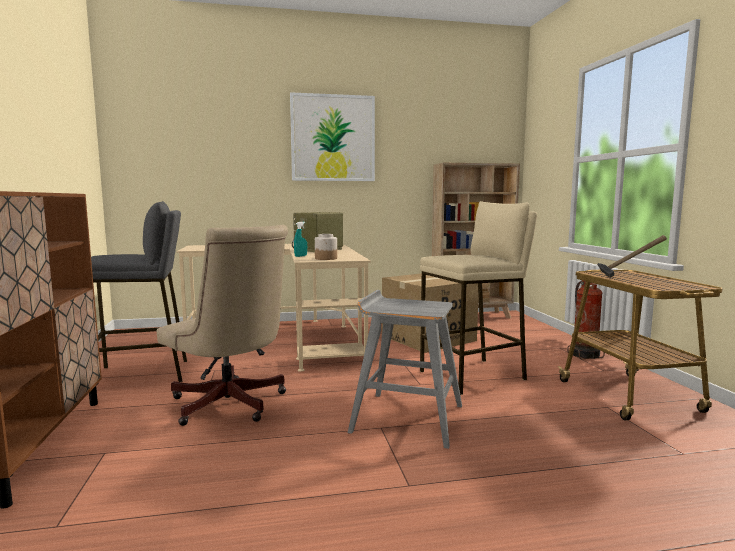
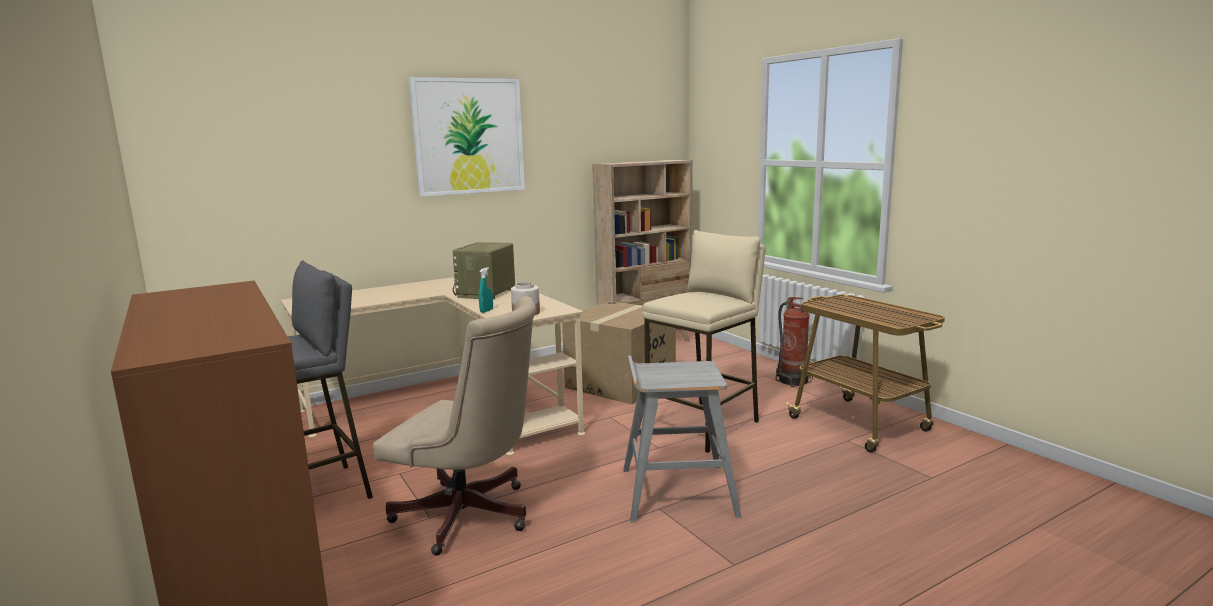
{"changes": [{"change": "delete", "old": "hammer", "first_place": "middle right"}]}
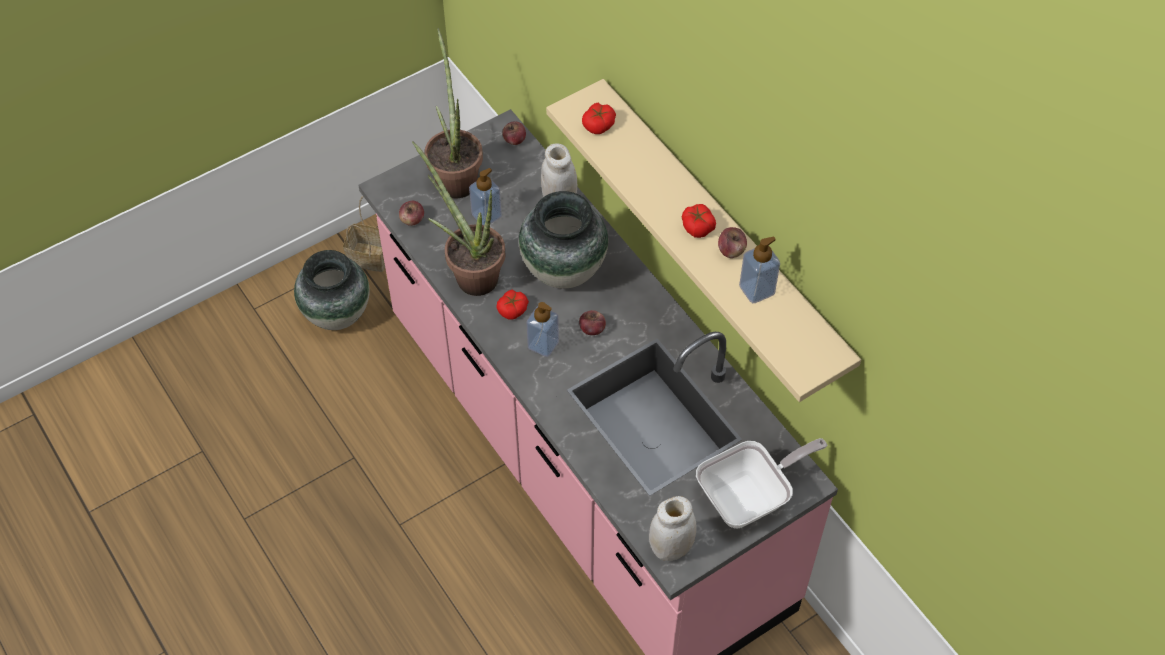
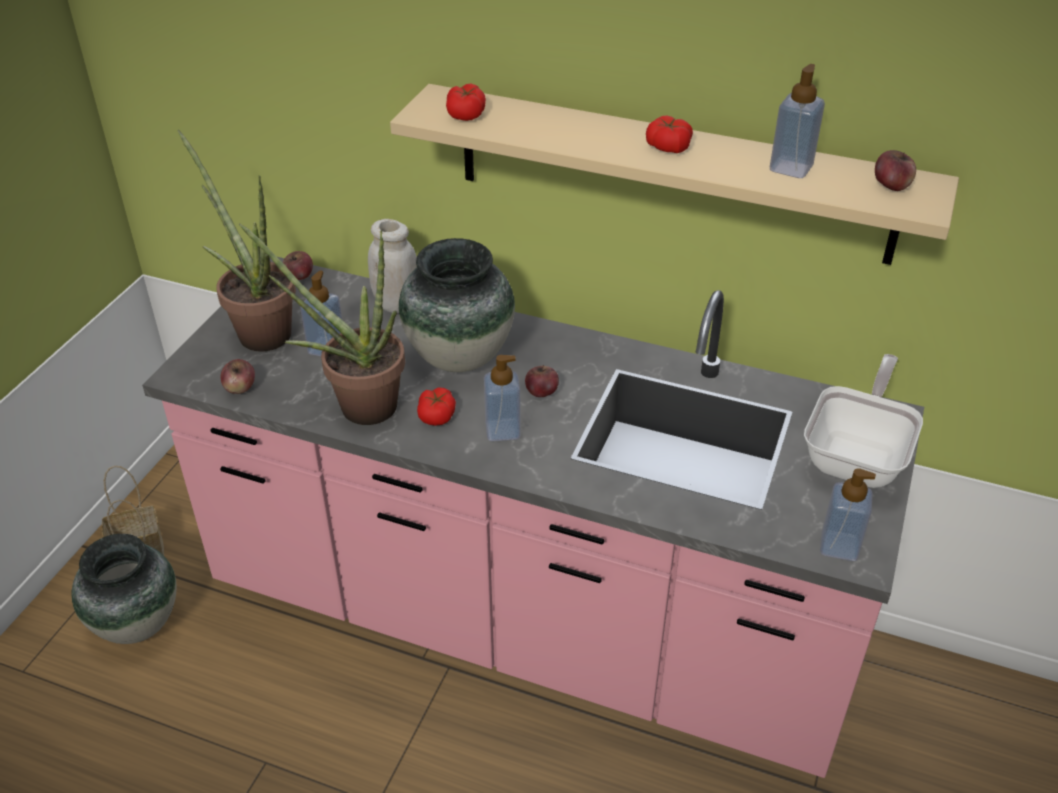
{"changes": [{"change": "move", "old": "apple (4th from left)", "first_place": "centre", "second_place": "top right"}, {"change": "replace", "old": "white-coloured storage jar (2nd from left)", "new": "soap dispenser (4th from left)", "first_place": "bottom centre", "second_place": "middle right"}]}
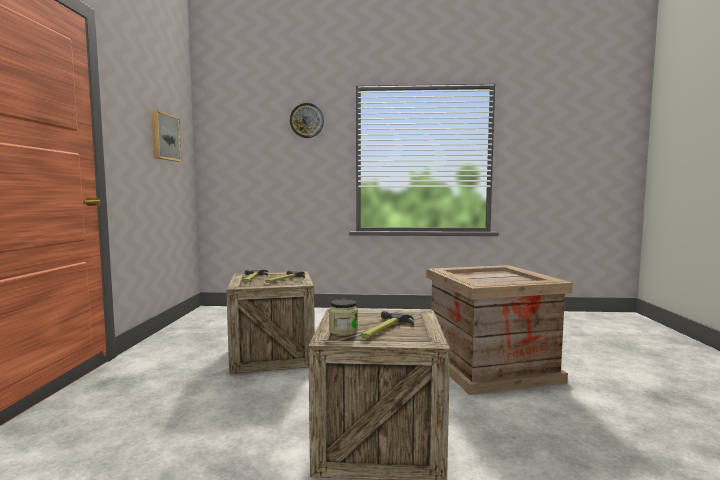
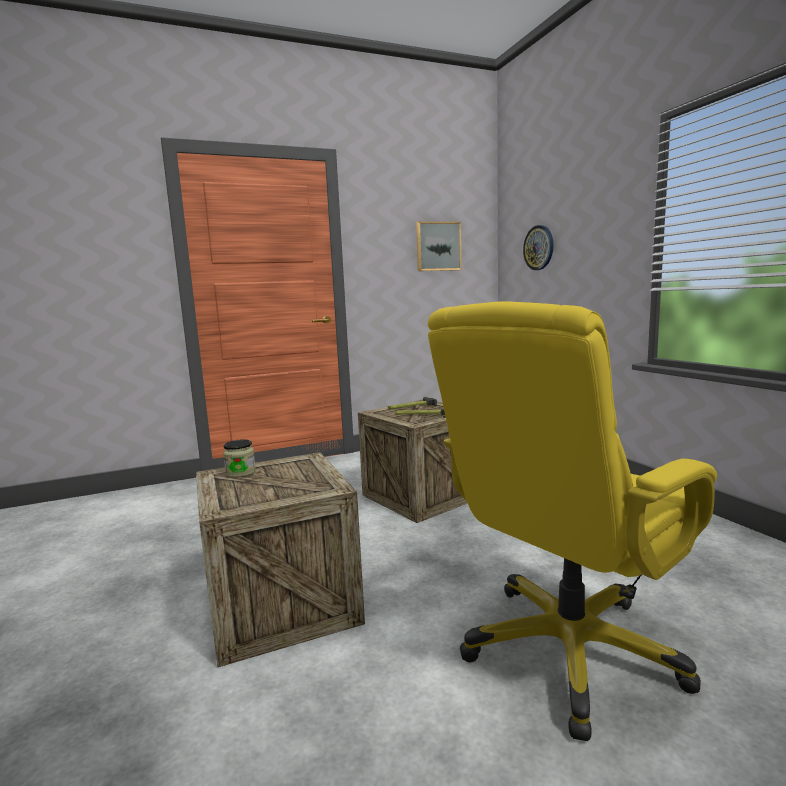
{"changes": [{"change": "move", "old": "clock on the wall", "first_place": "top centre", "second_place": "top right"}, {"change": "replace", "old": "shipping crate (3rd from left)", "new": "yellow office chair", "first_place": "bottom right", "second_place": "middle right"}, {"change": "delete", "old": "hammer (3rd from left)", "first_place": "bottom centre"}]}
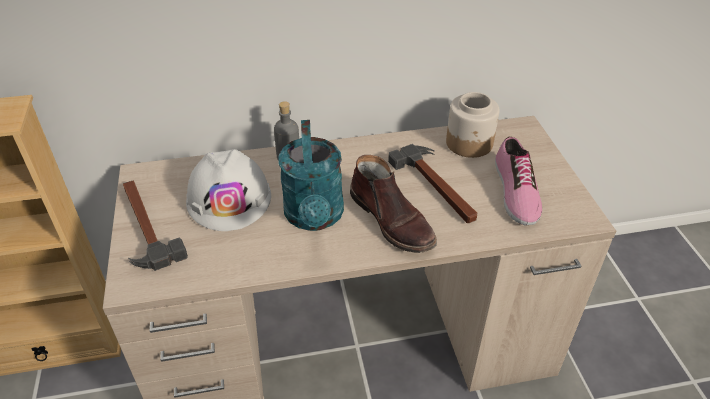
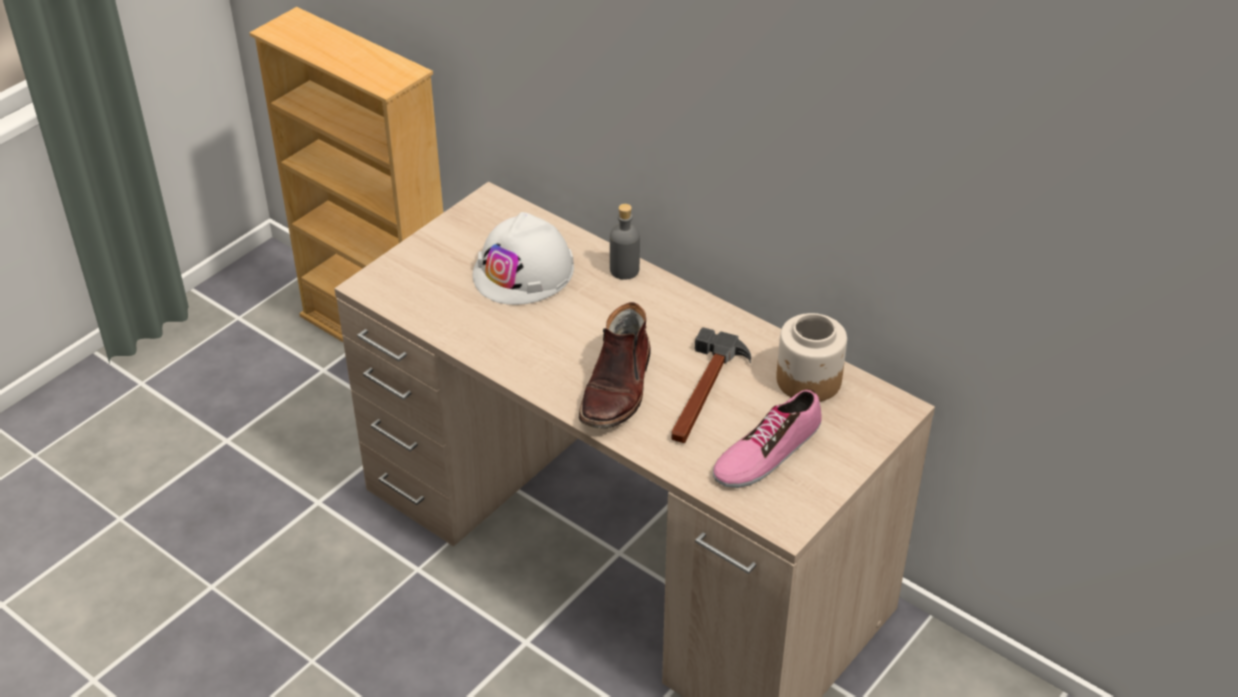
{"changes": [{"change": "delete", "old": "turquoise sprinkling can", "first_place": "centre"}, {"change": "delete", "old": "hammer (1st from left)", "first_place": "middle left"}]}
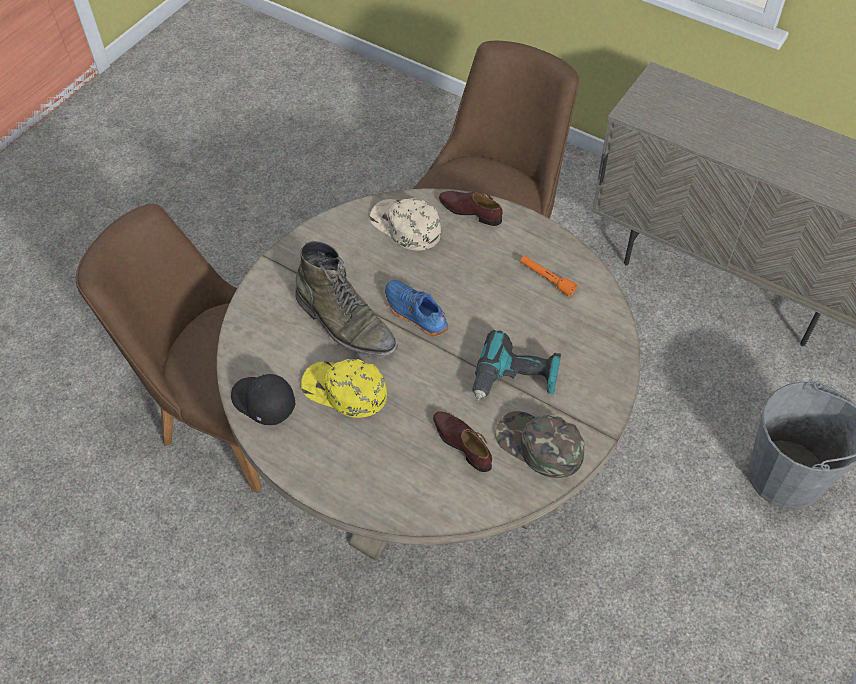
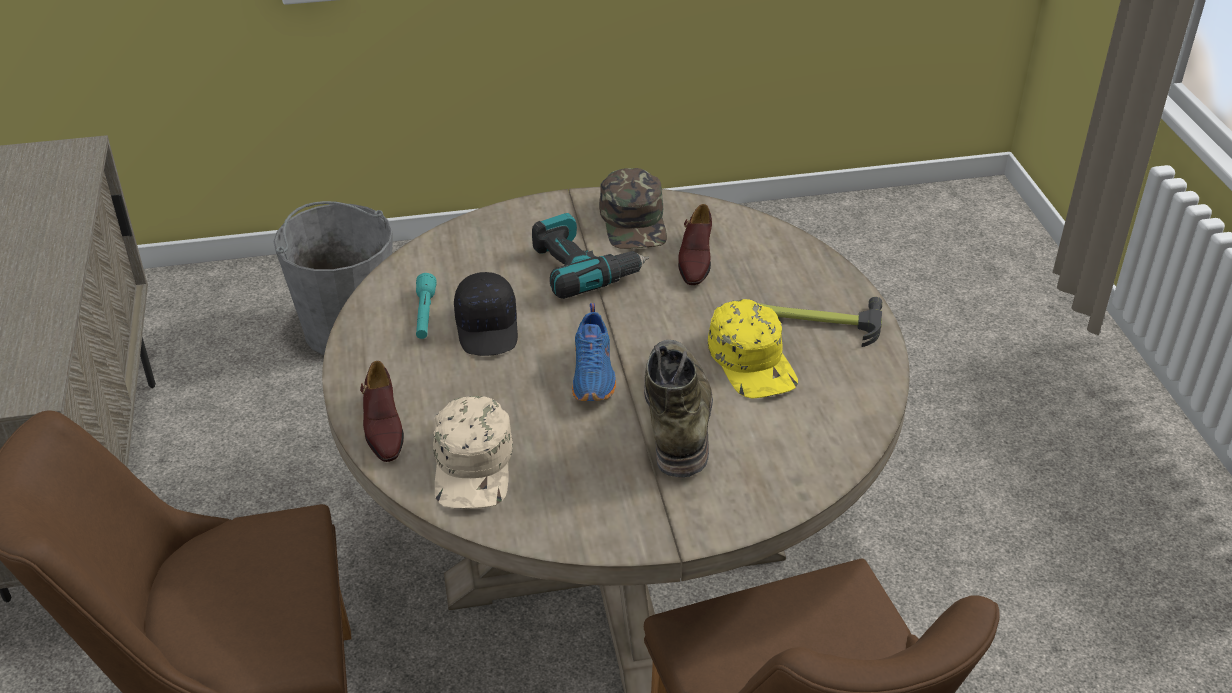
{"changes": [{"change": "recolor", "old": "orangey flashlight", "new": "turquoise flashlight", "first_place": "centre", "second_place": "centre"}, {"change": "move", "old": "black baseball cap", "first_place": "middle left", "second_place": "centre"}, {"change": "insert", "new": "hammer", "second_place": "centre"}]}
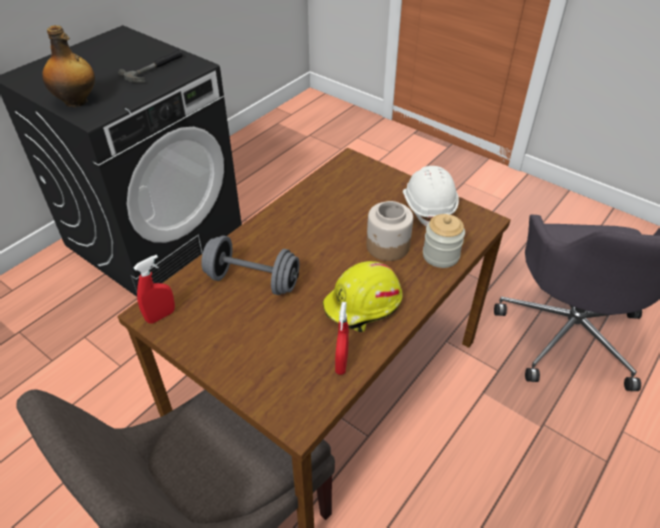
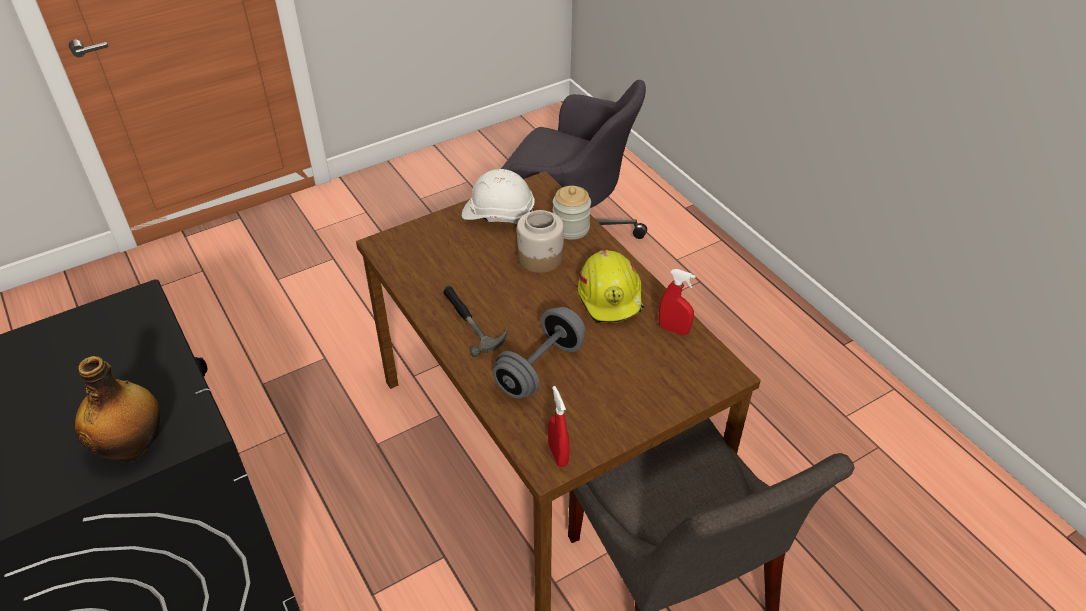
{"changes": [{"change": "move", "old": "hammer", "first_place": "top left", "second_place": "centre"}]}
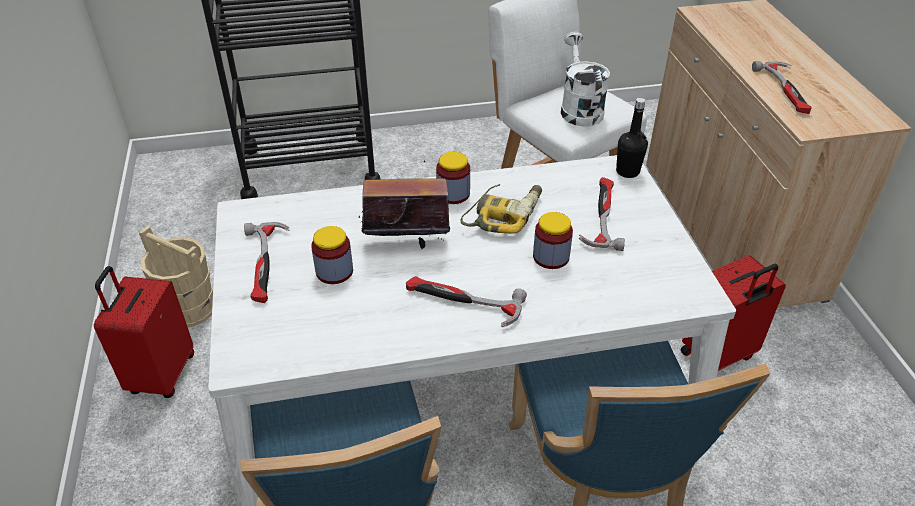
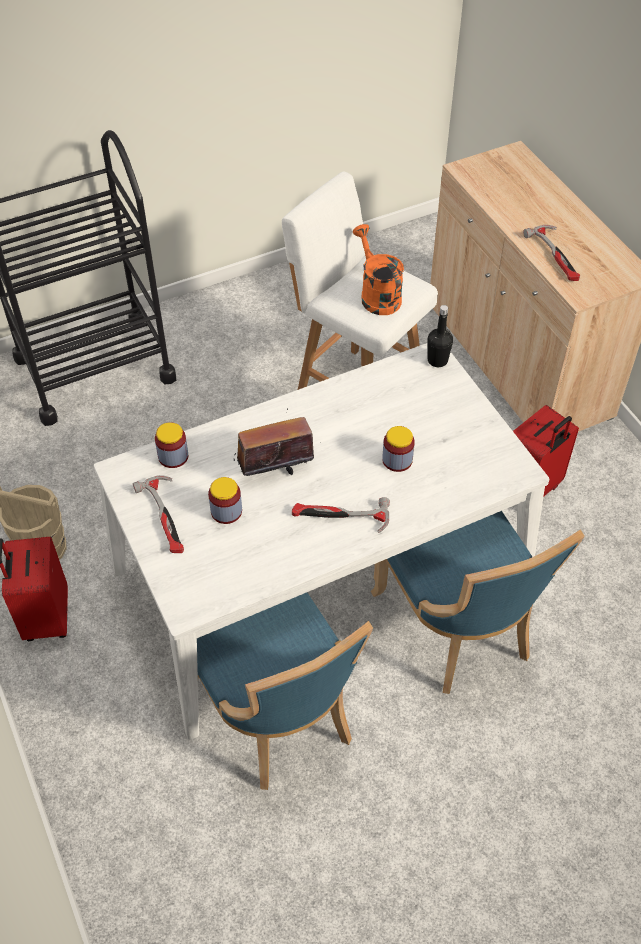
{"changes": [{"change": "recolor", "old": "white-coloured sprinkling can", "new": "orangey sprinkling can", "first_place": "top centre", "second_place": "top centre"}, {"change": "move", "old": "storage jar (2nd from left in the first image)", "new": "storage jar (1st from left)", "first_place": "centre", "second_place": "middle left"}, {"change": "delete", "old": "hammer (3rd from left)", "first_place": "centre"}, {"change": "delete", "old": "drill", "first_place": "centre"}]}
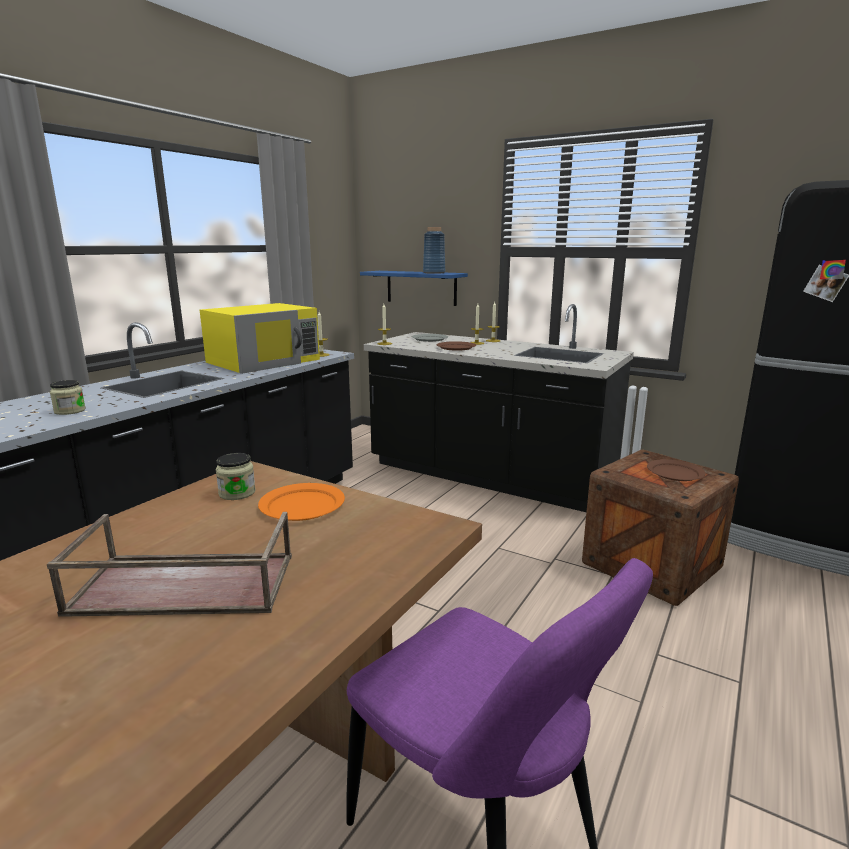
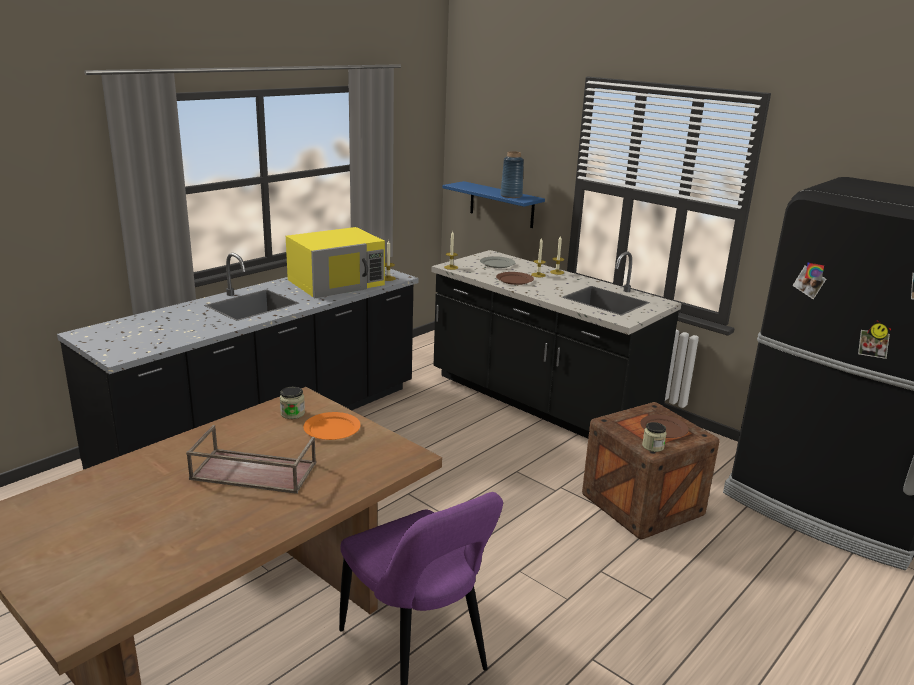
{"changes": [{"change": "move", "old": "storage jar (1st from left in the first image)", "new": "storage jar (2nd from left)", "first_place": "middle left", "second_place": "middle right"}]}
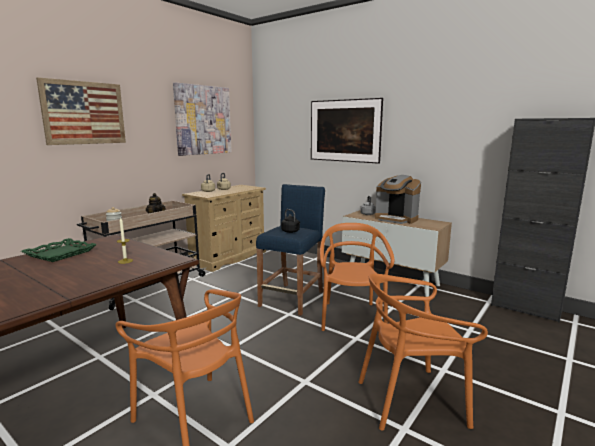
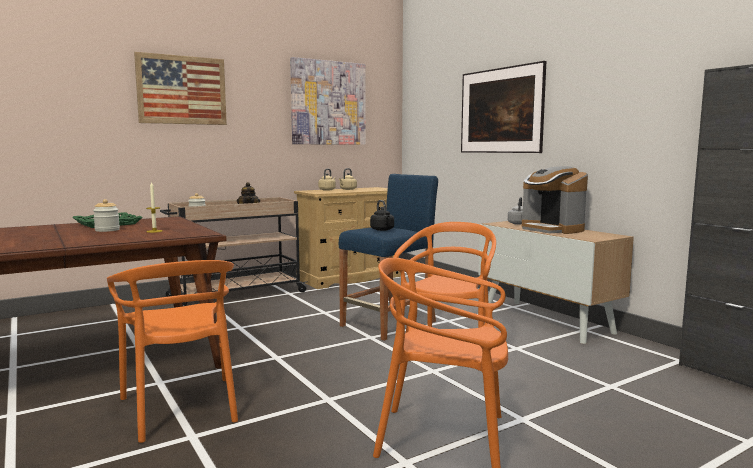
{"changes": [{"change": "insert", "new": "storage jar (1st from left)", "second_place": "middle left"}]}
